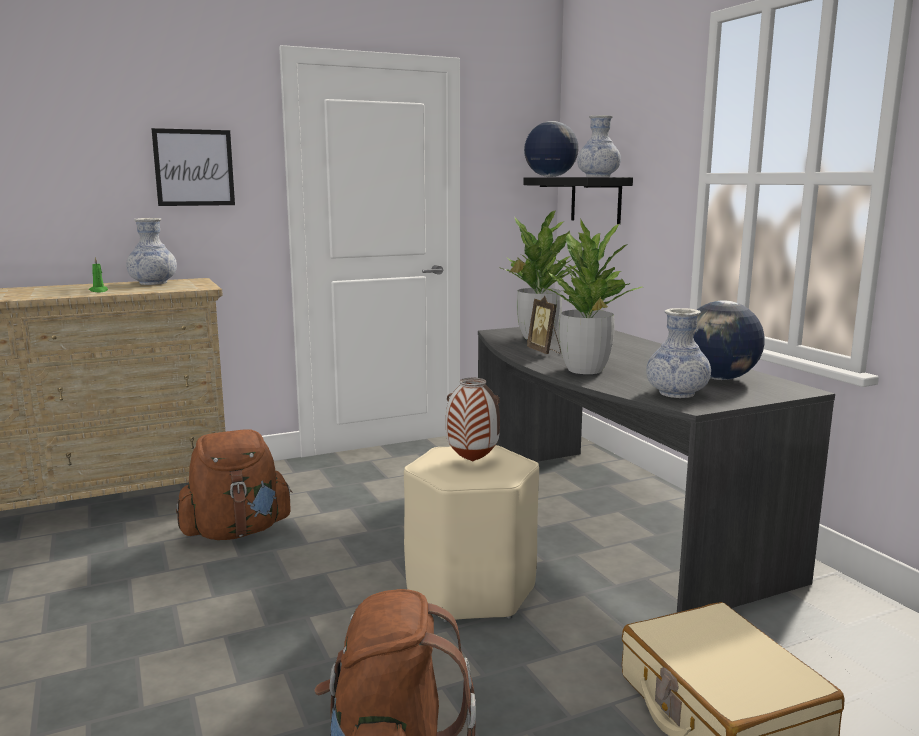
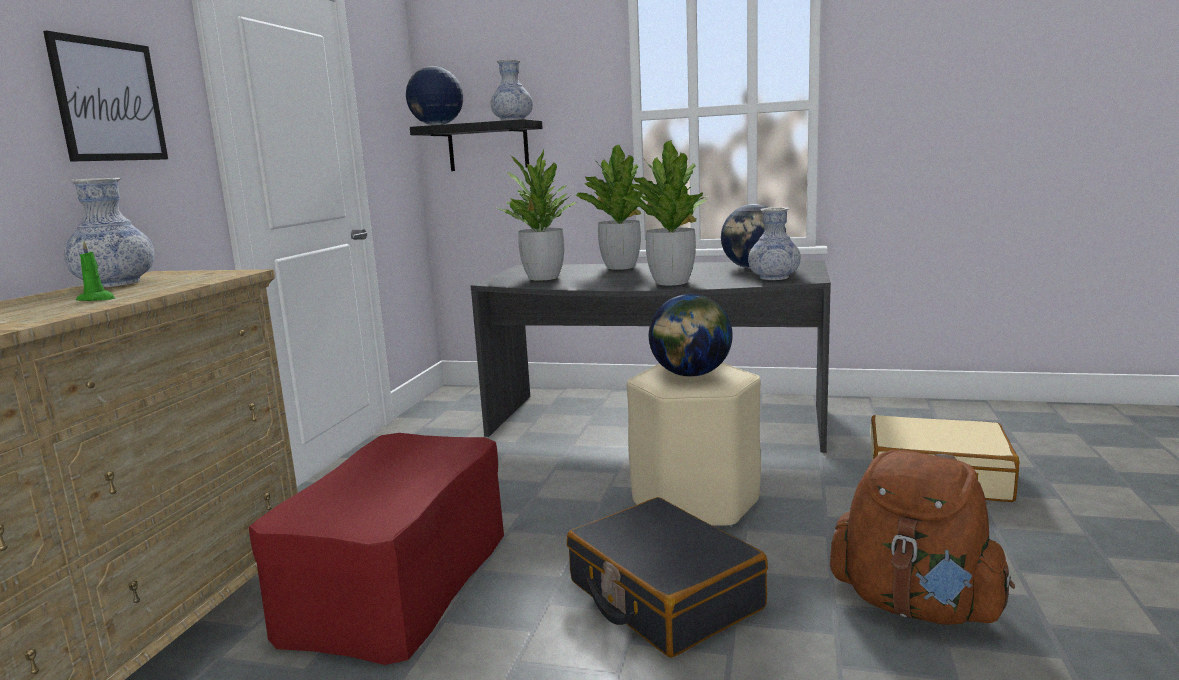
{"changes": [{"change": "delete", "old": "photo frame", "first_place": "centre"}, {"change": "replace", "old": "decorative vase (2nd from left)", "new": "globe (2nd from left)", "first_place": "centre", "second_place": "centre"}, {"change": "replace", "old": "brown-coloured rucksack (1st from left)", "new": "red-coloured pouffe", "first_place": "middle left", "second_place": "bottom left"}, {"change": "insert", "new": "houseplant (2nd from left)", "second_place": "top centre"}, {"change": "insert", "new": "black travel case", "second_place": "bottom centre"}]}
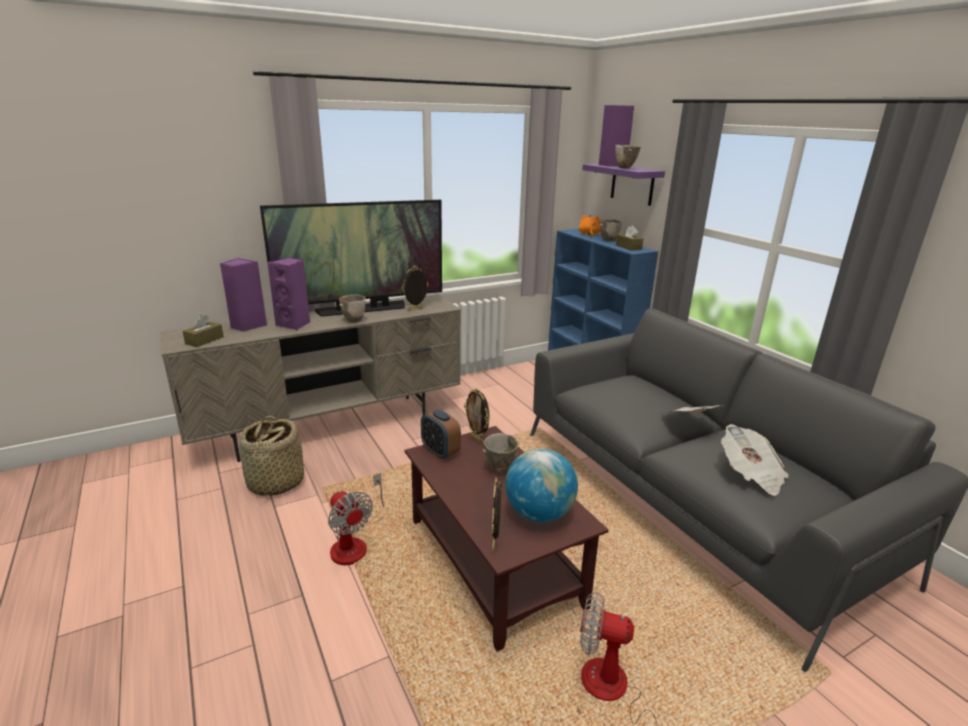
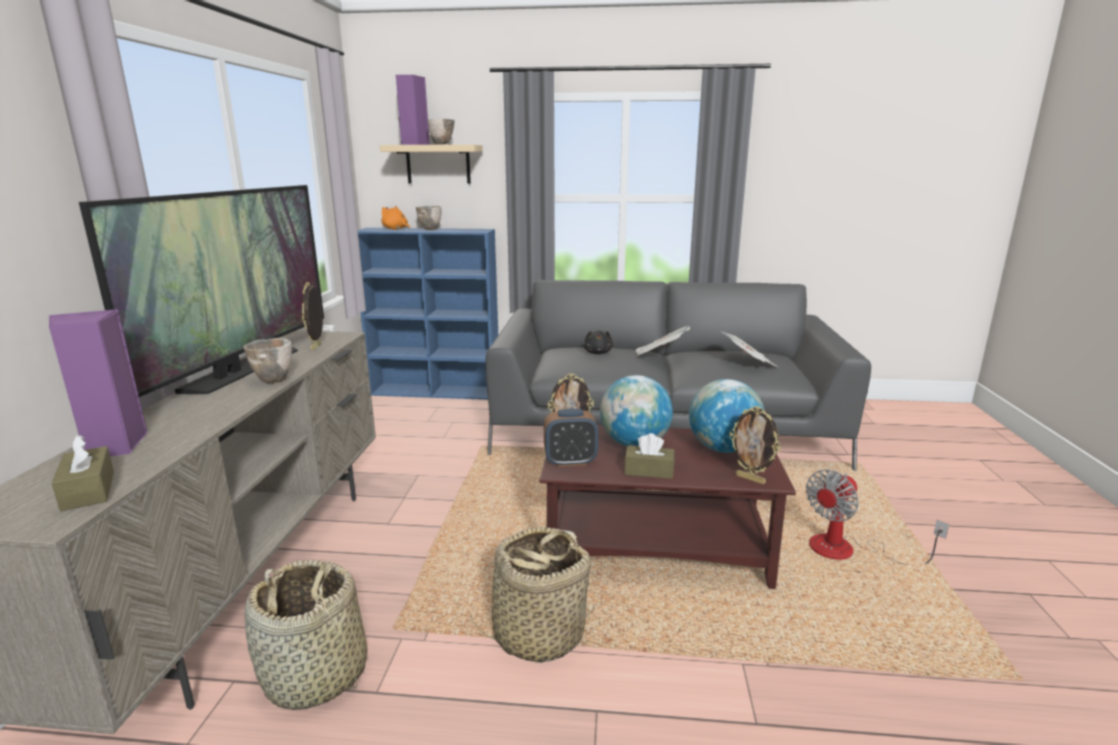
{"changes": [{"change": "recolor", "old": "purple-coloured wall shelf", "new": "beige-coloured wall shelf", "first_place": "top centre", "second_place": "top centre"}, {"change": "move", "old": "brown-coloured tissue holder (2nd from left)", "first_place": "top centre", "second_place": "centre"}, {"change": "delete", "old": "purple-coloured loudspeaker (2nd from left)", "first_place": "middle left"}, {"change": "replace", "old": "bowl (2nd from left)", "new": "globe (1st from left)", "first_place": "centre", "second_place": "centre"}, {"change": "replace", "old": "electric fan (1st from left)", "new": "basket (2nd from left)", "first_place": "bottom centre", "second_place": "bottom centre"}, {"change": "insert", "new": "black plush toy", "second_place": "centre"}]}
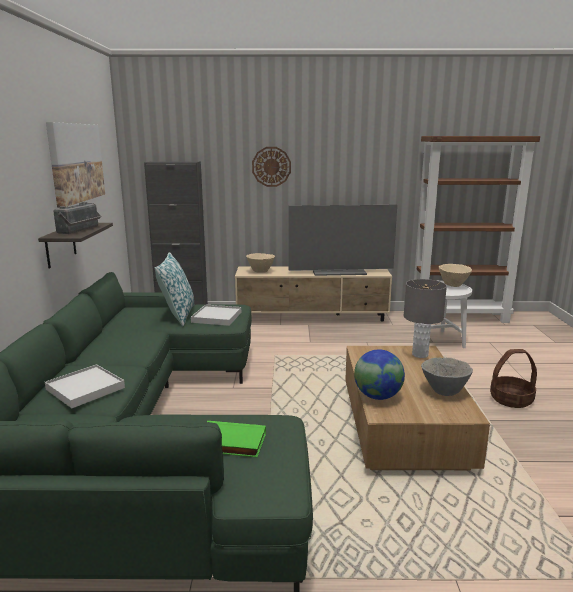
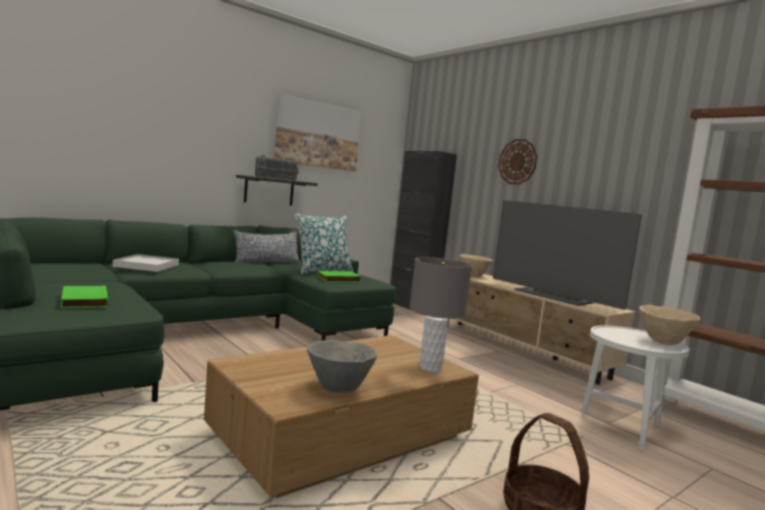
{"changes": [{"change": "replace", "old": "white-coloured serving tray (2nd from left)", "new": "greenish book (2nd from left)", "first_place": "centre", "second_place": "centre"}, {"change": "delete", "old": "globe", "first_place": "centre"}, {"change": "insert", "new": "cushion (1st from left)", "second_place": "centre"}]}
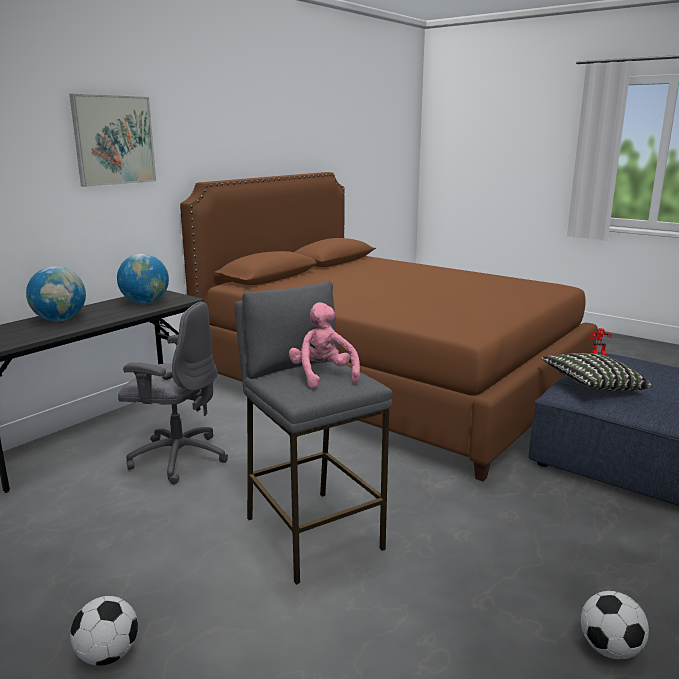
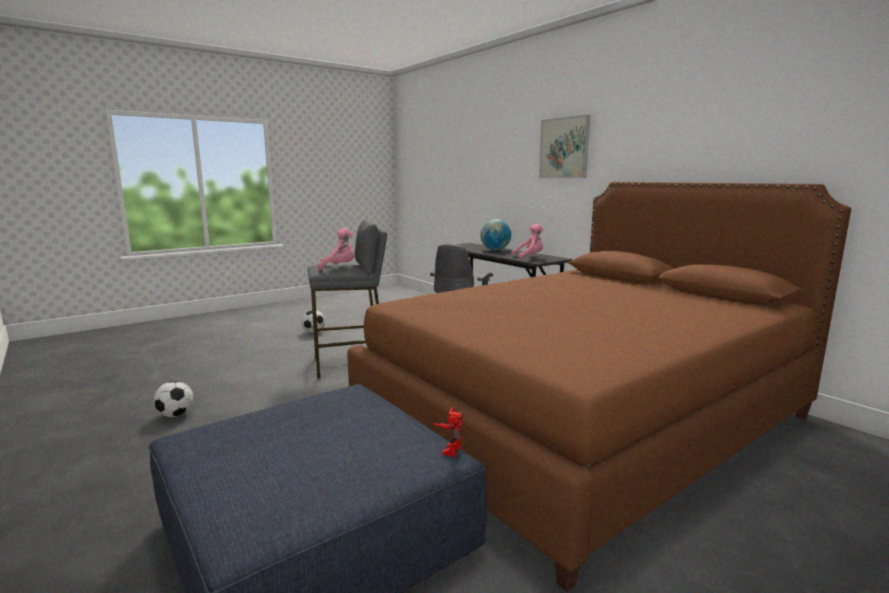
{"changes": [{"change": "replace", "old": "globe (2nd from left)", "new": "pink plush toy (2nd from left)", "first_place": "middle left", "second_place": "centre"}, {"change": "delete", "old": "cushion", "first_place": "middle right"}]}
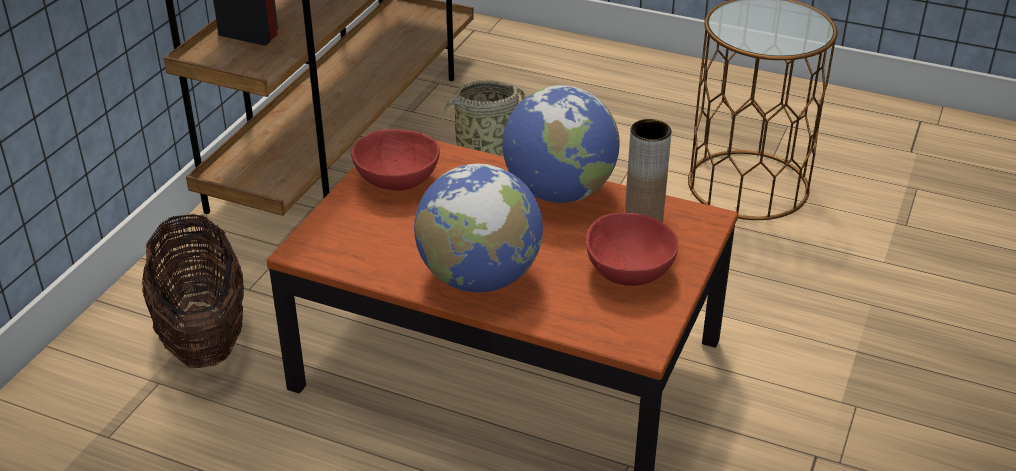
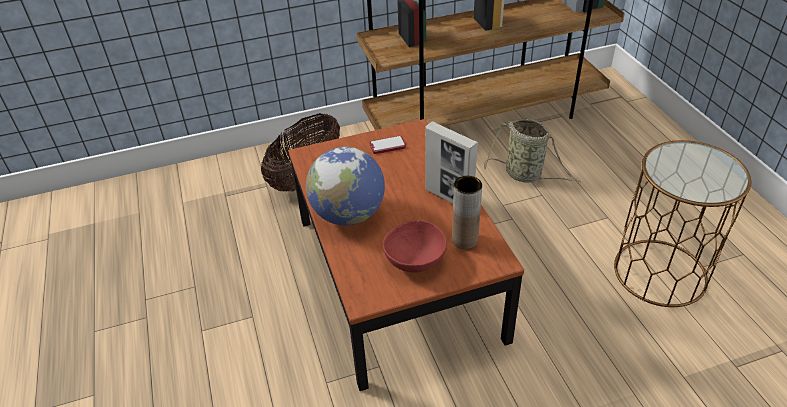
{"changes": [{"change": "replace", "old": "globe (2nd from left)", "new": "photo frame", "first_place": "top centre", "second_place": "centre"}, {"change": "replace", "old": "red-coloured bowl (1st from left)", "new": "phone", "first_place": "centre", "second_place": "centre"}]}
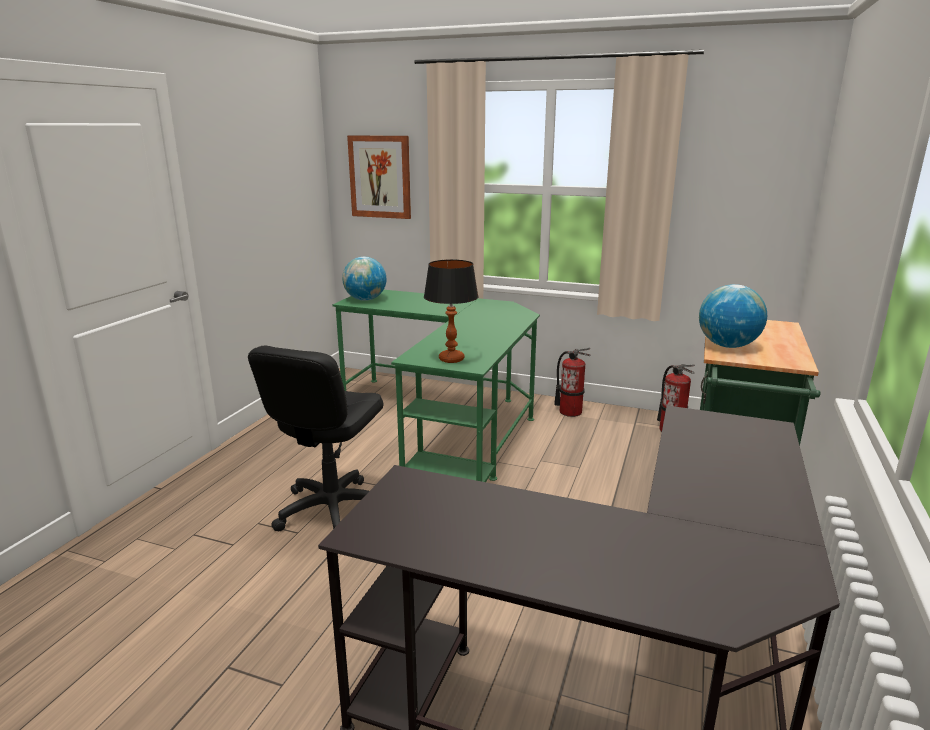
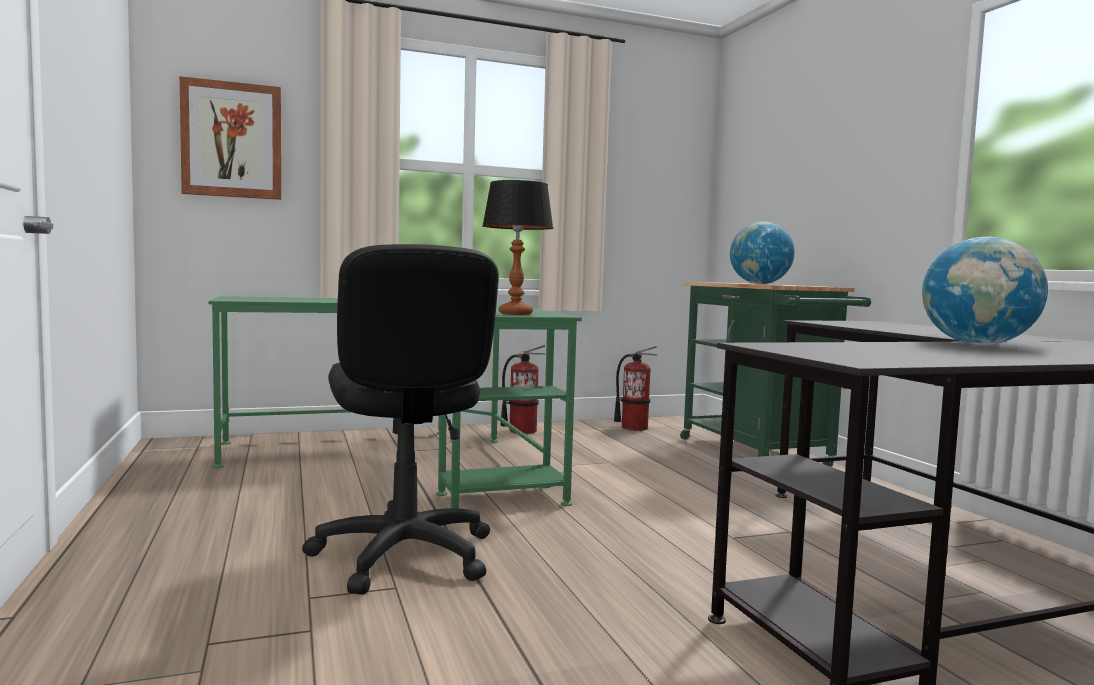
{"changes": [{"change": "move", "old": "globe (1st from left in the first image)", "new": "globe (2nd from left)", "first_place": "centre", "second_place": "middle right"}]}
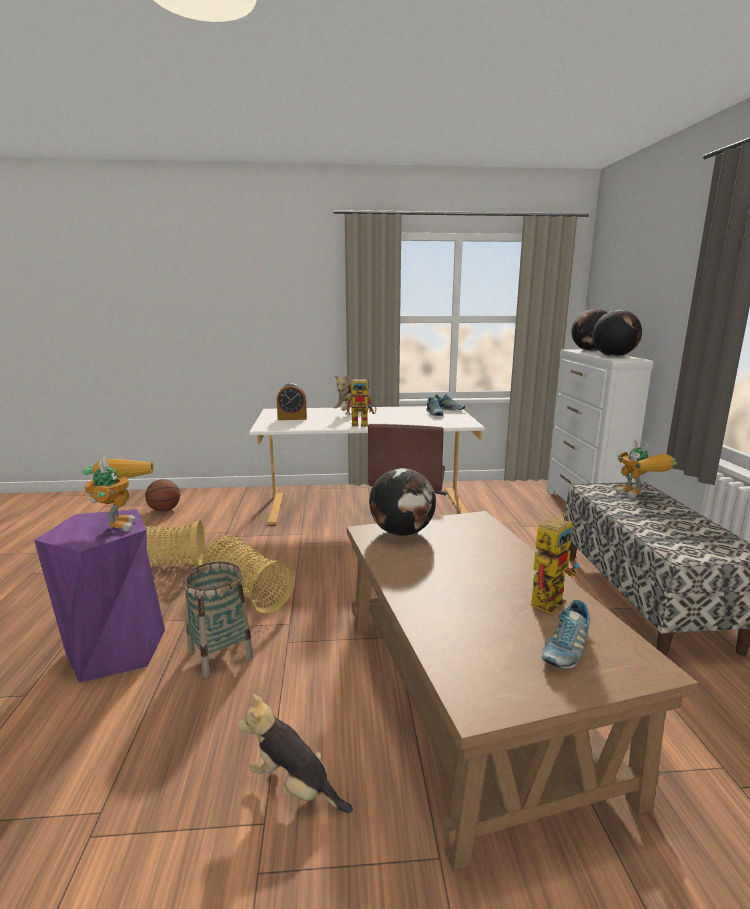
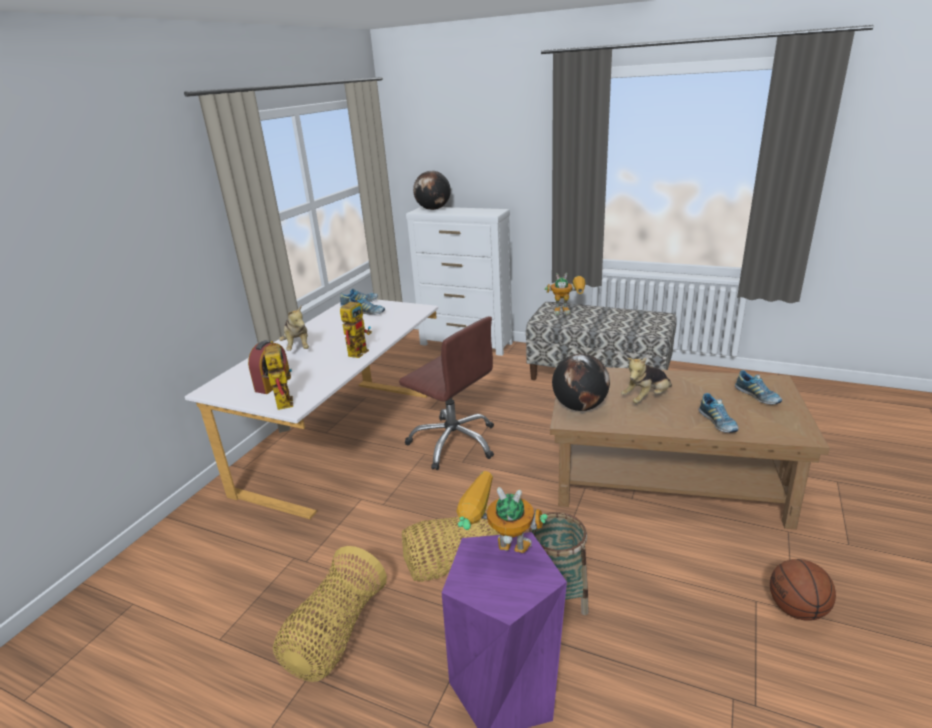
{"changes": [{"change": "delete", "old": "globe (3rd from left)", "first_place": "middle right"}, {"change": "move", "old": "basketball ball", "first_place": "middle left", "second_place": "bottom right"}, {"change": "move", "old": "model robot (3rd from left in the first image)", "new": "model robot (1st from left)", "first_place": "middle right", "second_place": "middle left"}, {"change": "move", "old": "plush toy (1st from left in the first image)", "new": "plush toy (2nd from left)", "first_place": "bottom centre", "second_place": "middle right"}, {"change": "insert", "new": "low shoe (3rd from left)", "second_place": "middle right"}]}
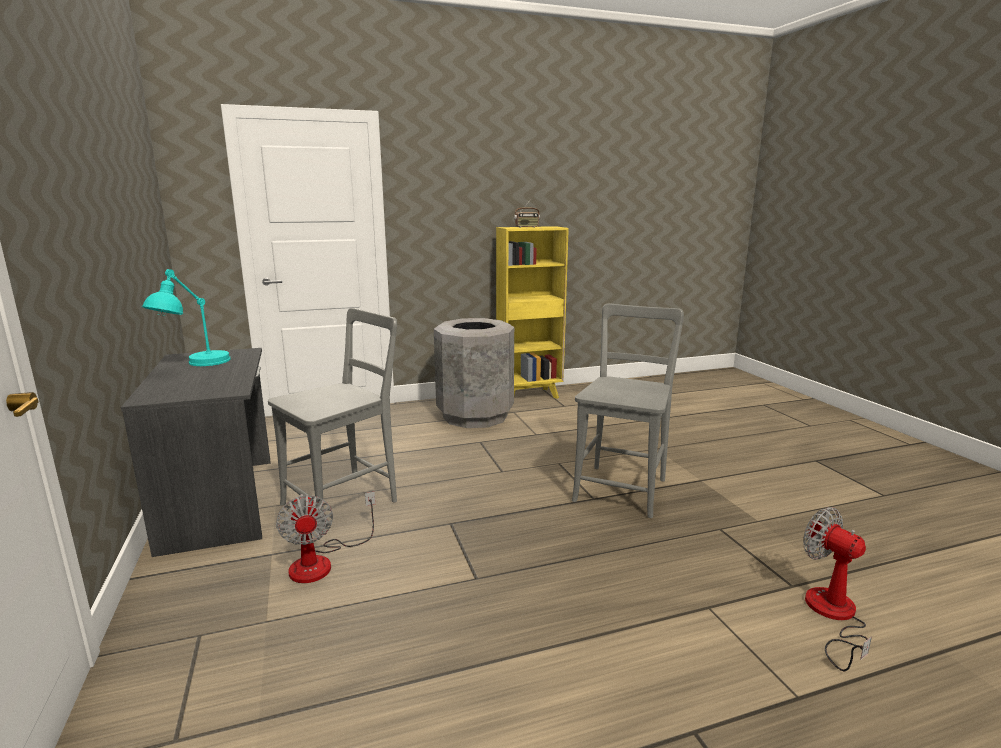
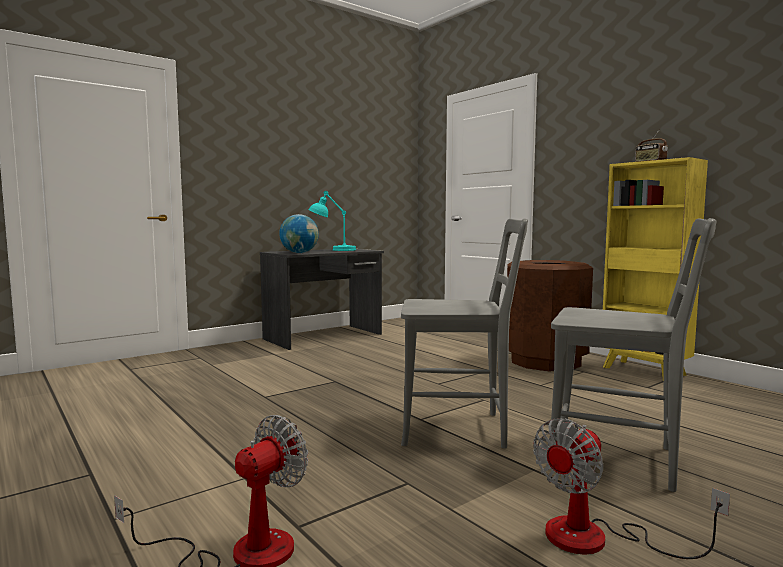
{"changes": [{"change": "move", "old": "greyish upright chair (1st from left in the first image)", "new": "greyish upright chair (2nd from left)", "first_place": "middle left", "second_place": "middle right"}, {"change": "recolor", "old": "greyish trash can", "new": "brown-coloured trash can", "first_place": "centre", "second_place": "middle right"}, {"change": "move", "old": "electric fan (1st from left in the first image)", "new": "electric fan (2nd from left)", "first_place": "bottom left", "second_place": "bottom right"}, {"change": "insert", "new": "globe", "second_place": "centre"}]}
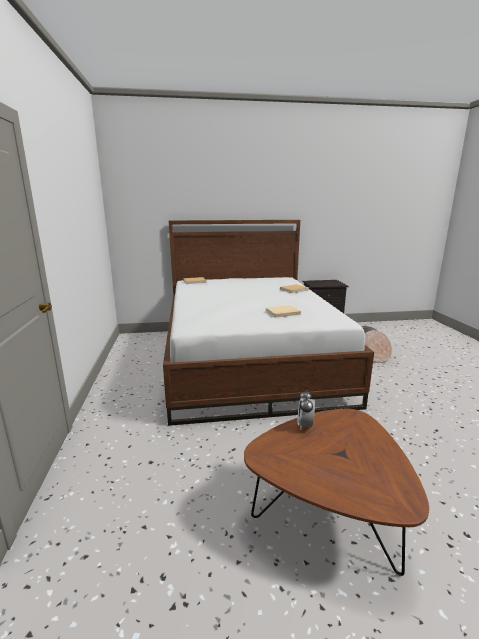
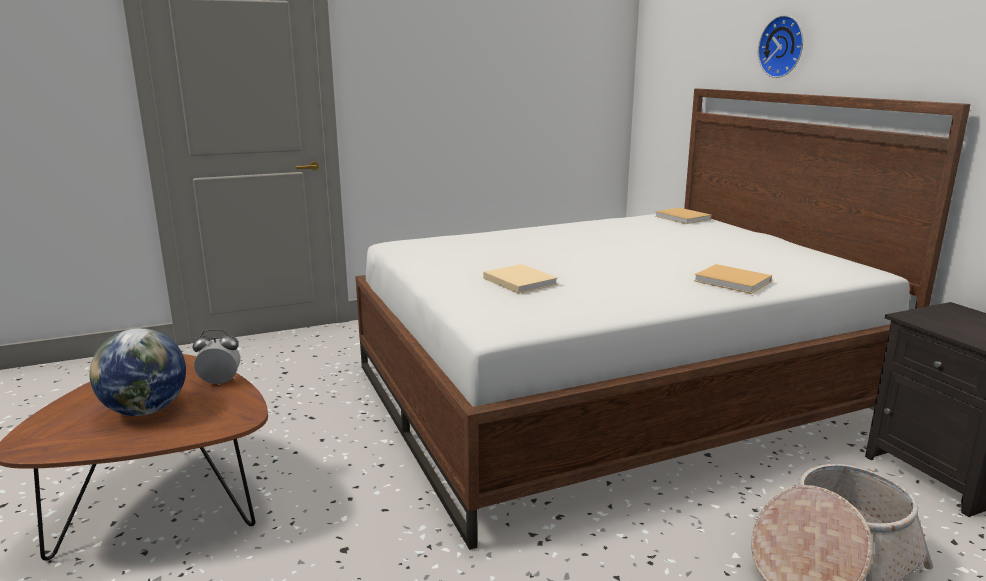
{"changes": [{"change": "insert", "new": "clock on the wall", "second_place": "top right"}, {"change": "insert", "new": "globe", "second_place": "middle left"}]}
